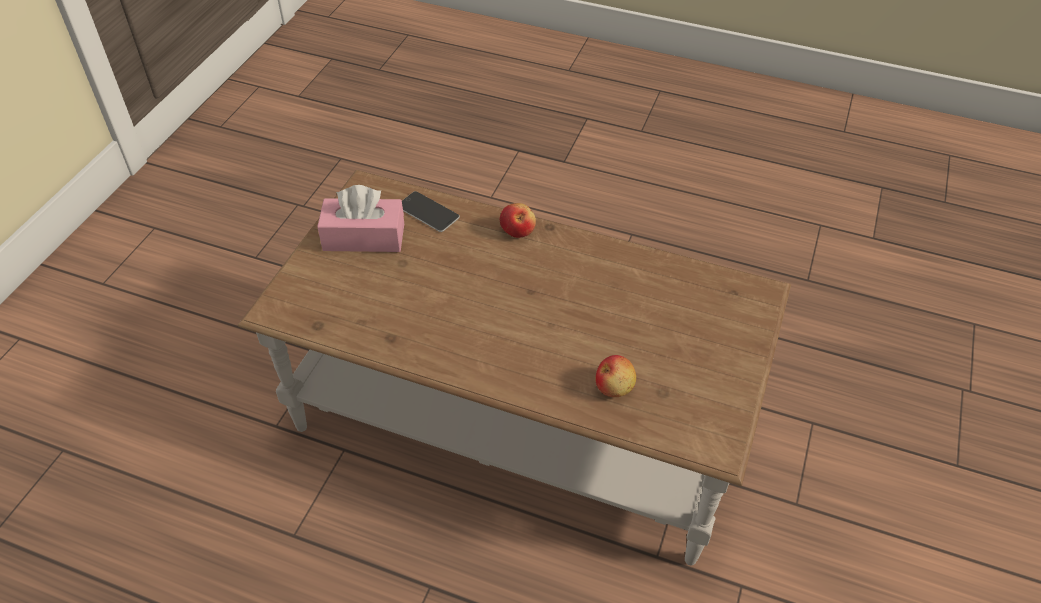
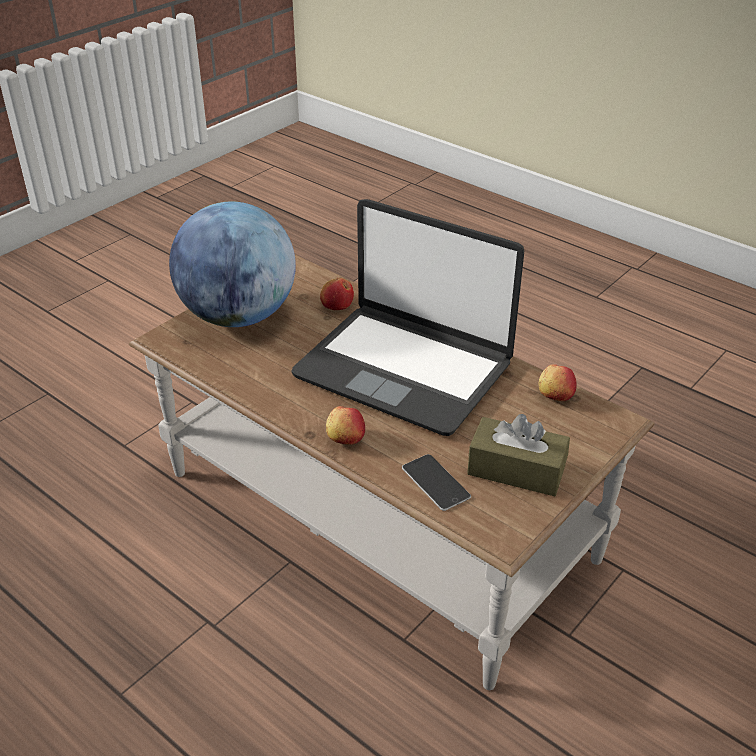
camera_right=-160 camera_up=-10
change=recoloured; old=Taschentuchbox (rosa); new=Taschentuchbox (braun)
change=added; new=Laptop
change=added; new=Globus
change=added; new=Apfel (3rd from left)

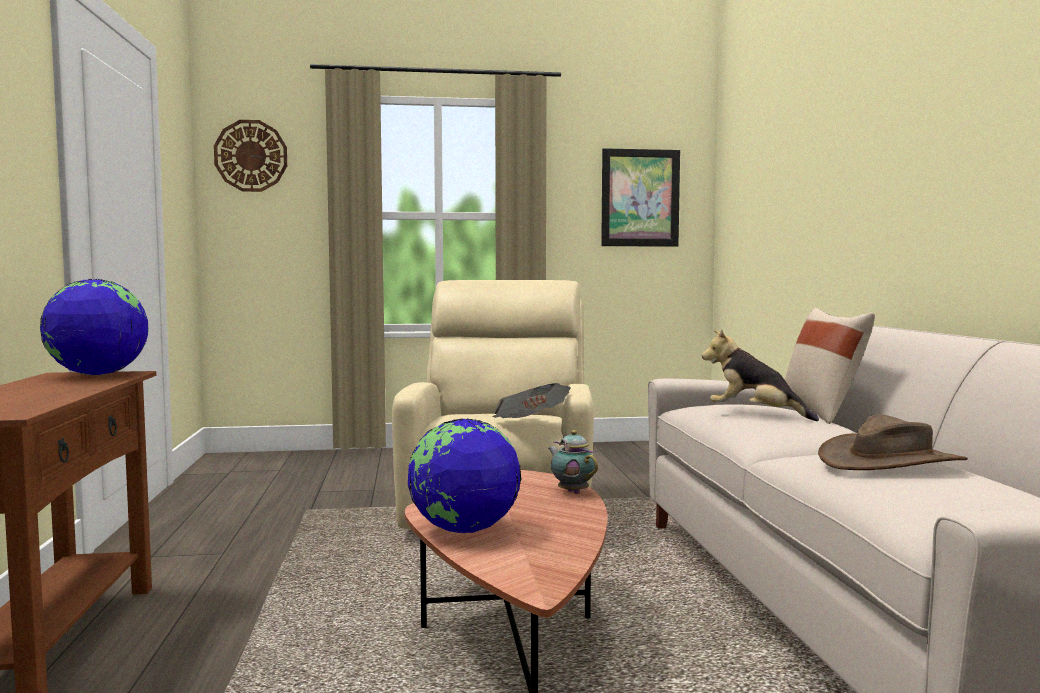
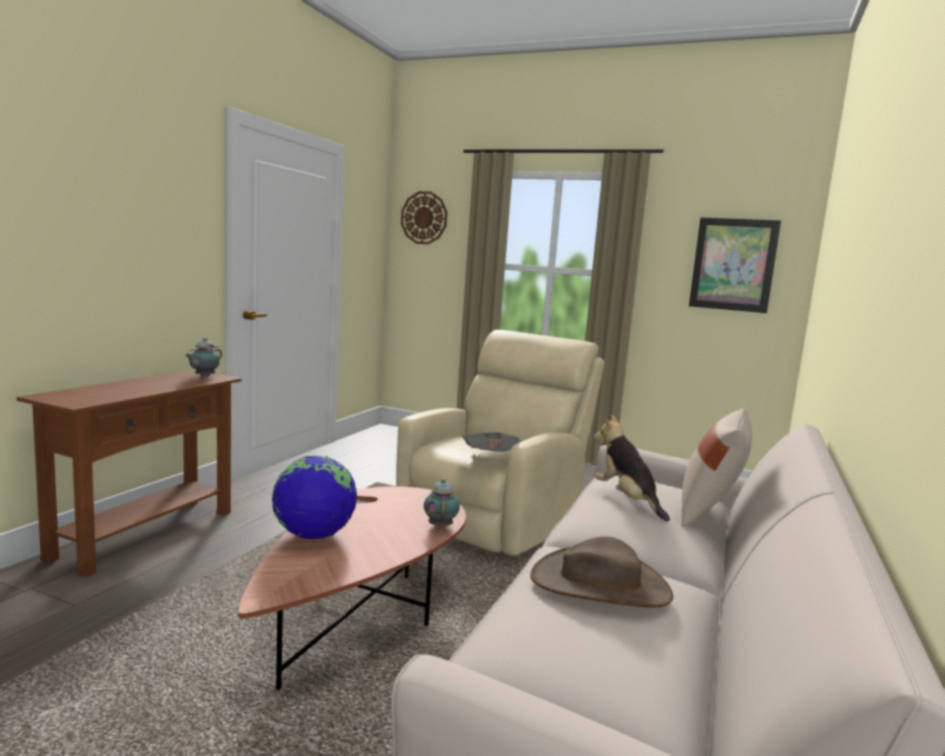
camera_right=30 camera_up=5
change=replaced; old=Globus (1st from left); new=Teekanne (1st from left)

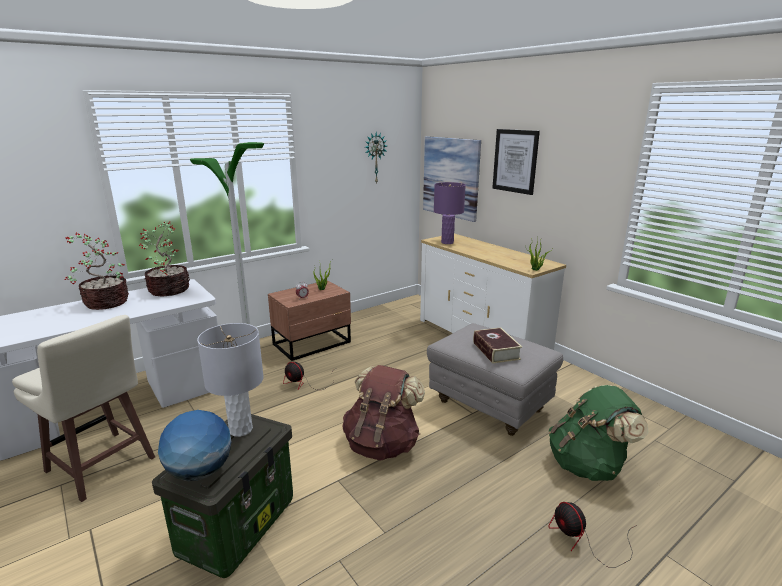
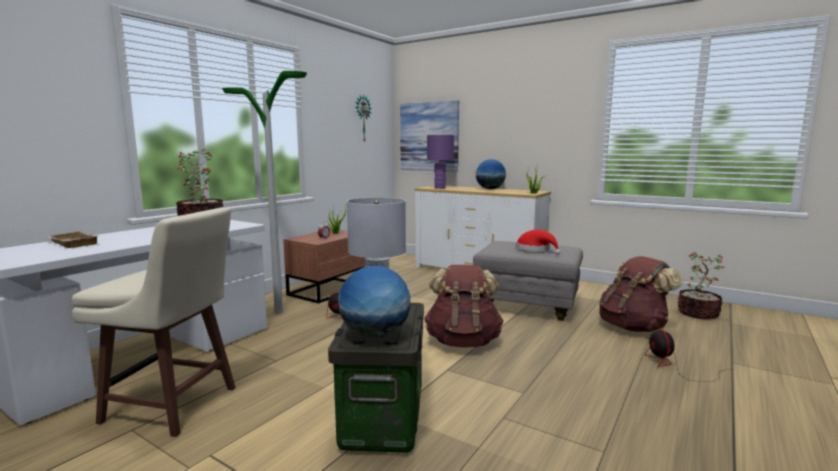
camera_right=-20 camera_up=-10
change=removed; old=Bild (2nd from left)
change=moved; old=Topfpflanze (1st from left in the first image); new=Topfpflanze (4th from left)
change=replaced; old=Buch; new=Hut (rot)
change=recoloured; old=Rucksack (grün); new=Rucksack (braun) (2nd from left)
change=turned; old=Ventilator (2nd from left); degrees=45
change=added; new=Globus (2nd from left)
change=added; new=Tablett (beige)

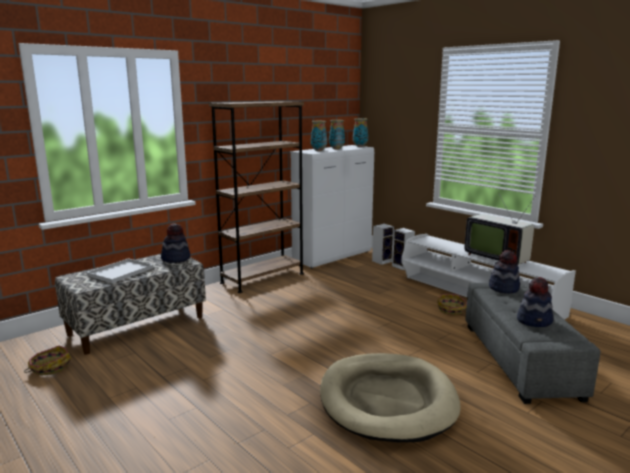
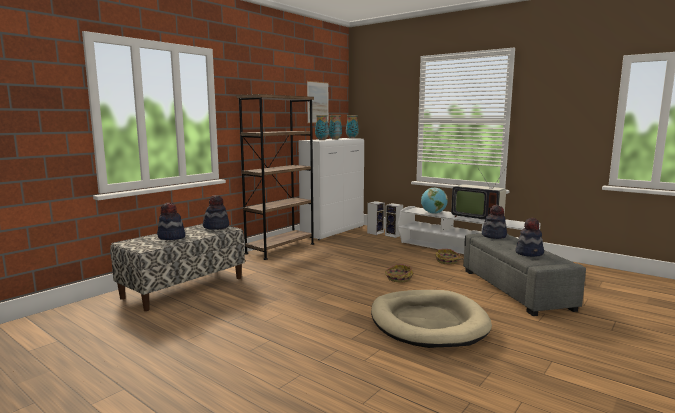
camera_right=-10 camera_up=-5
change=replaced; old=Tablett (weiß); new=Hut (1st from left)
change=moved; old=Korb (1st from left)
change=added; new=Bild
change=added; new=Globus

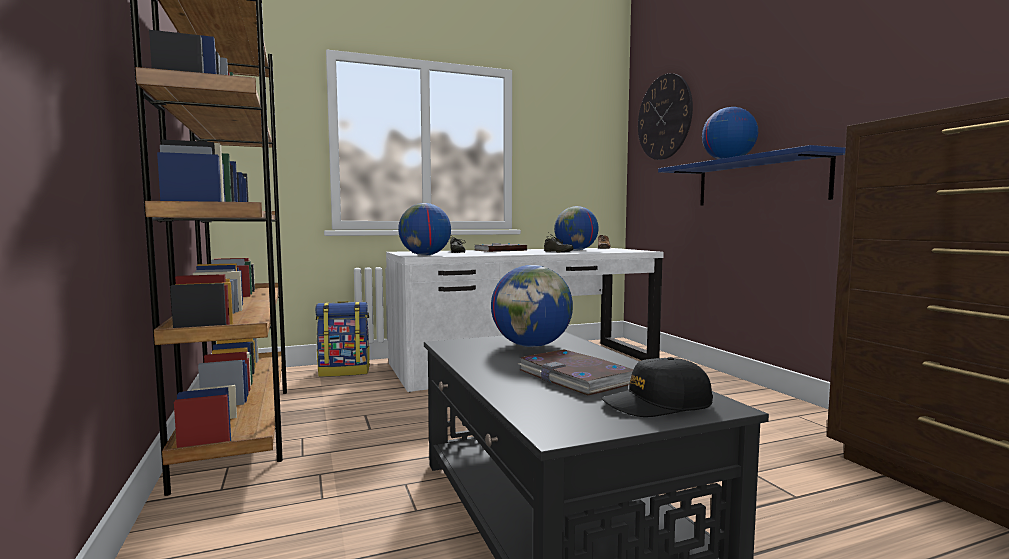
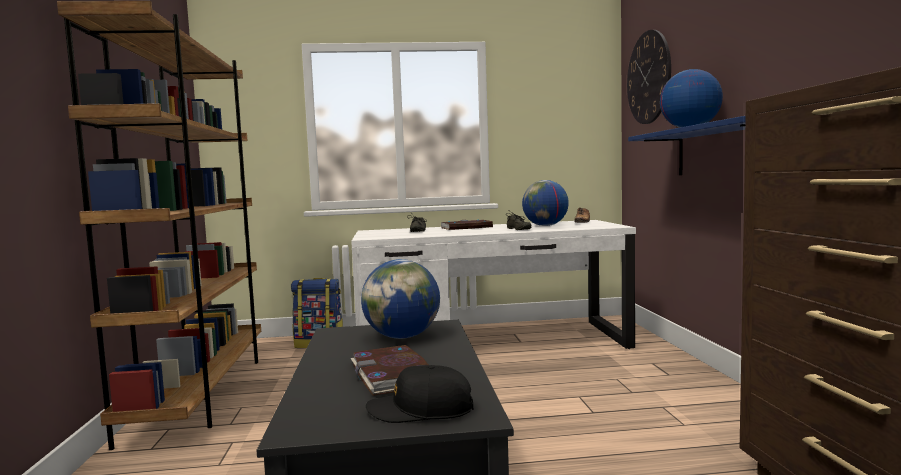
camera_right=15 camera_up=0
change=removed; old=Globus (1st from left)

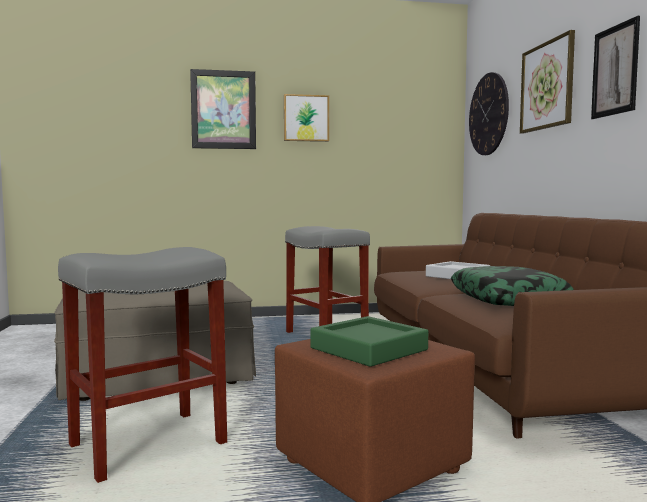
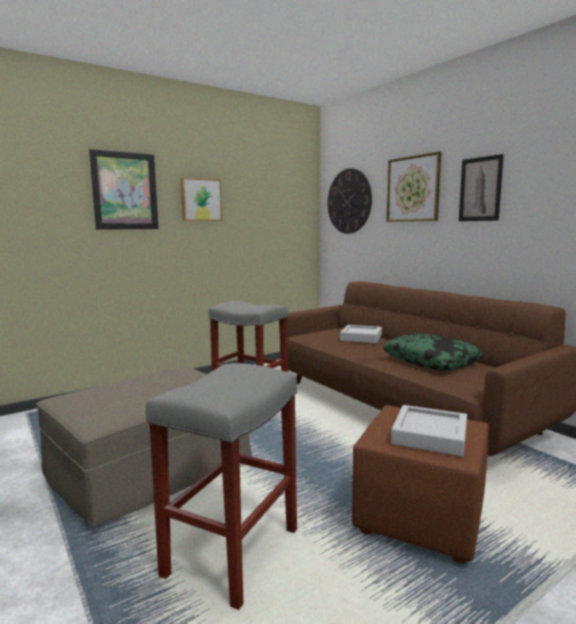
camera_right=-25 camera_up=5
change=recoloured; old=Tablett (grün); new=Tablett (grau) (2nd from left)

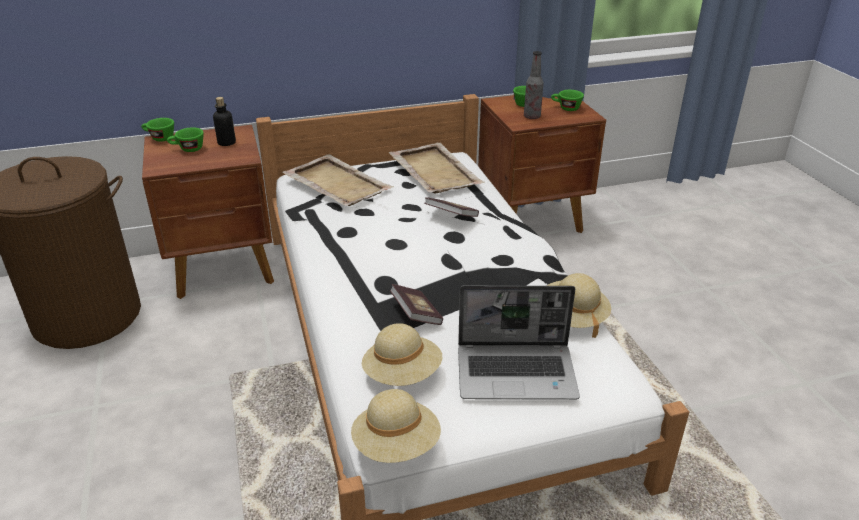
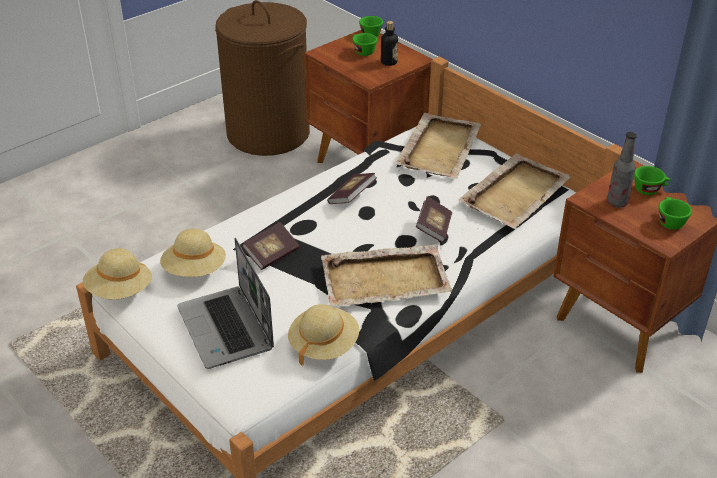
camera_right=65 camera_up=5
change=added; new=Buch (2nd from left)
change=added; new=Tablett (beige) (1st from left)

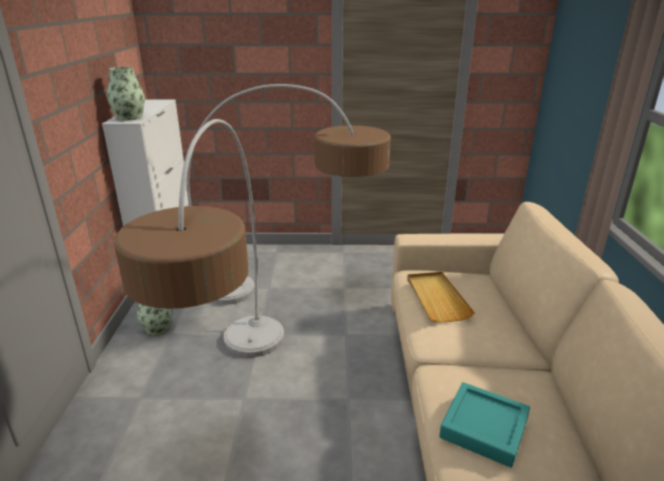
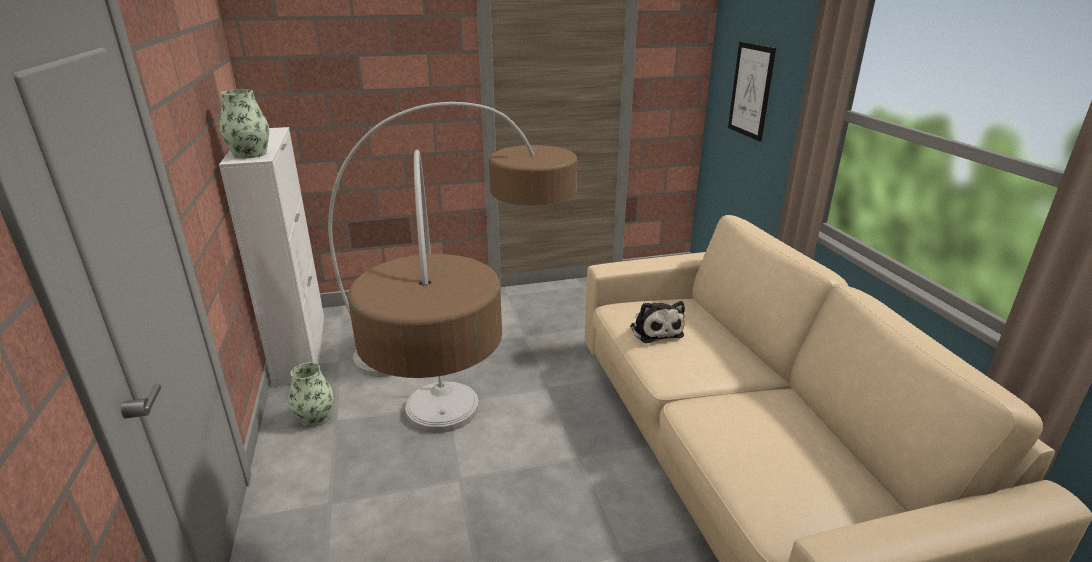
camera_right=-15 camera_up=0
change=replaced; old=Tablett (beige); new=Plüschtier
change=removed; old=Tablett (türkis)
change=added; new=Bild

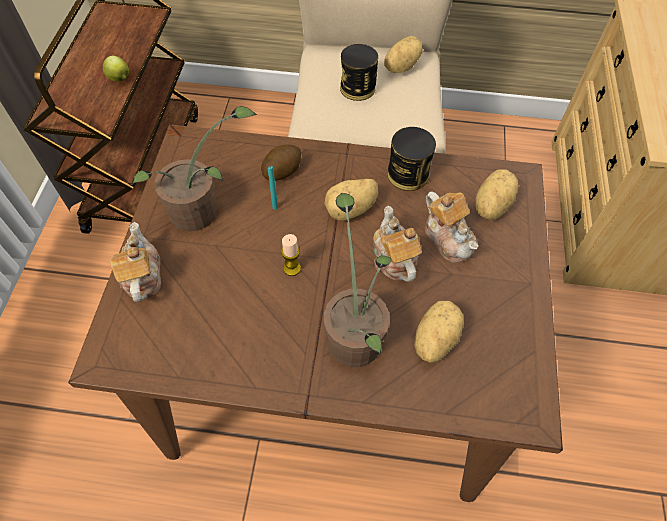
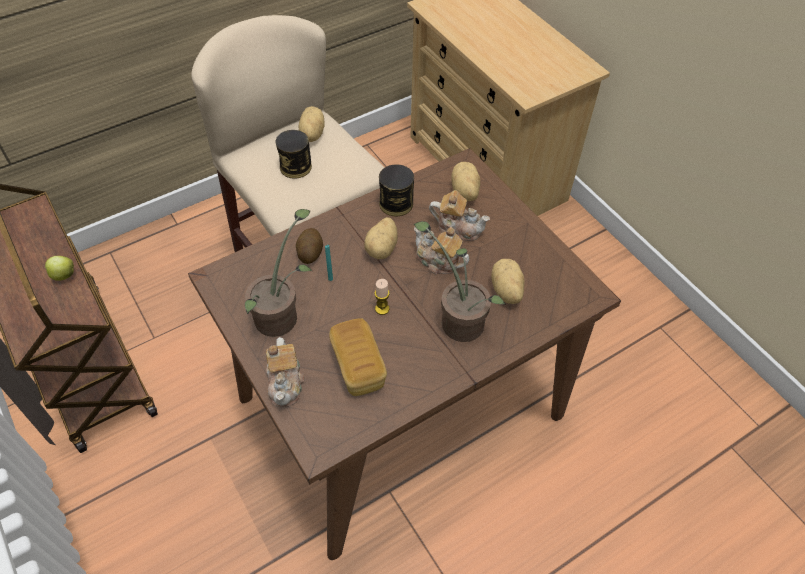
camera_right=-40 camera_up=-5
change=turned; old=Teekanne (1st from left); degrees=-135
change=added; new=Brot

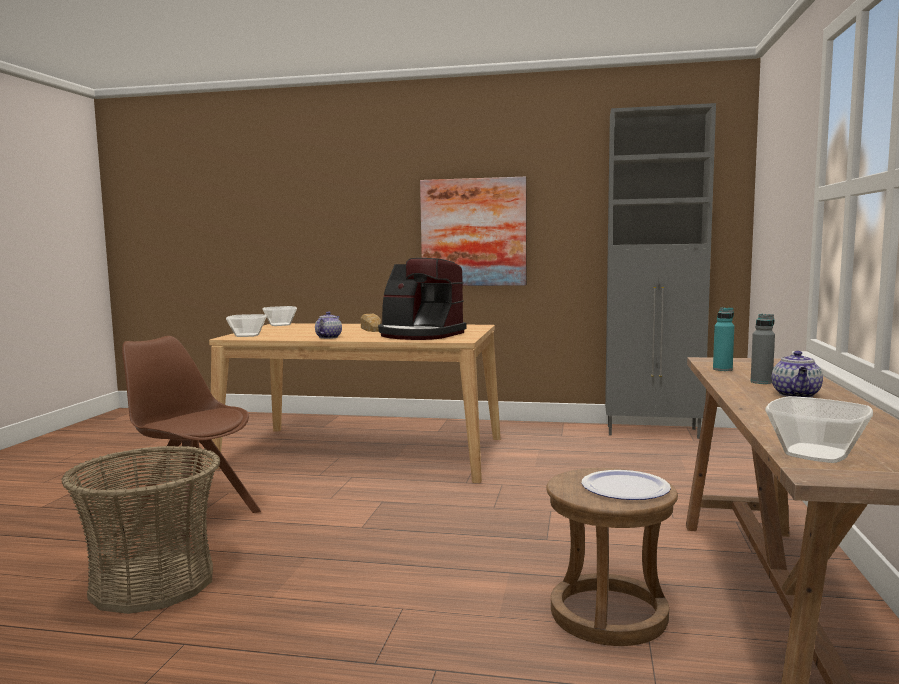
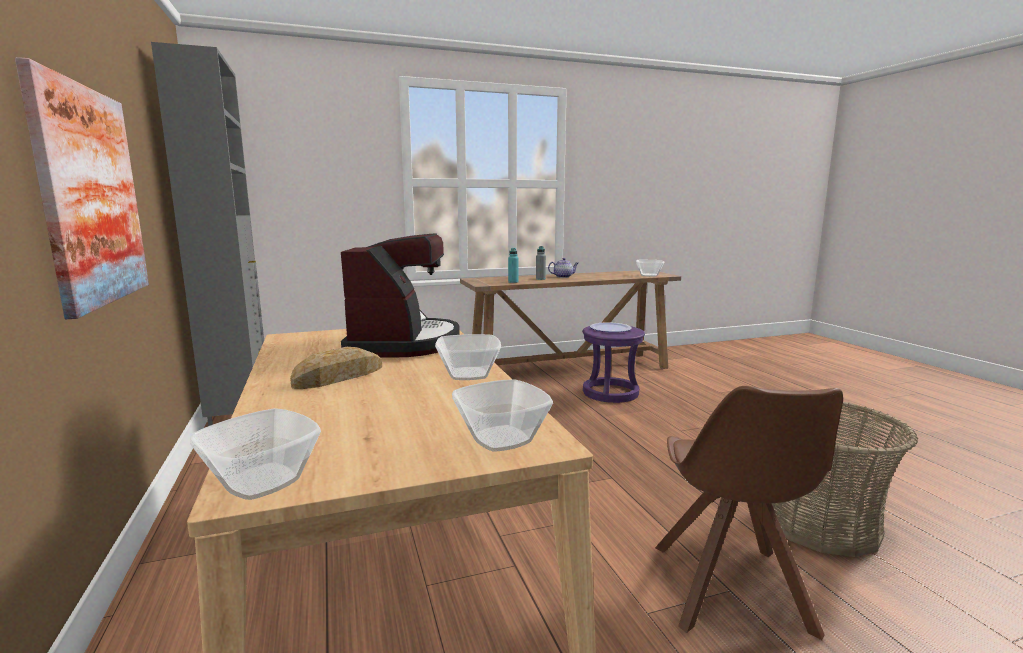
camera_right=-120 camera_up=5
change=replaced; old=Teekanne (1st from left); new=Schüssel (2nd from left)
change=recoloured; old=Hocker (braun); new=Hocker (lila)

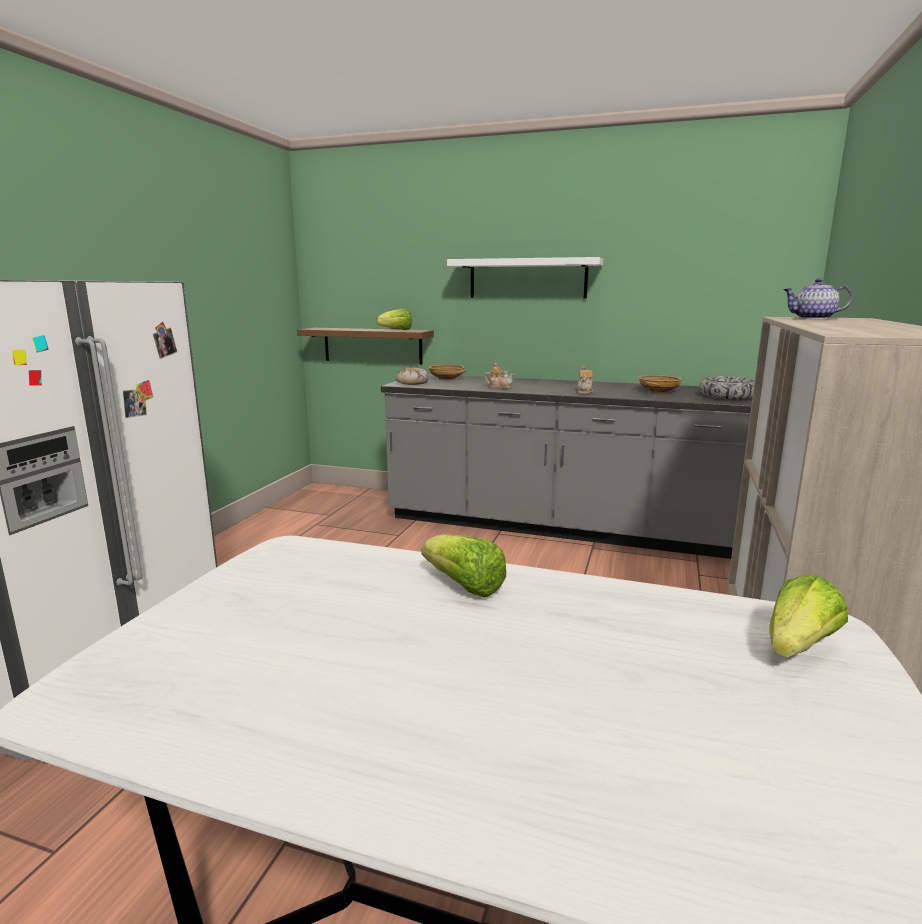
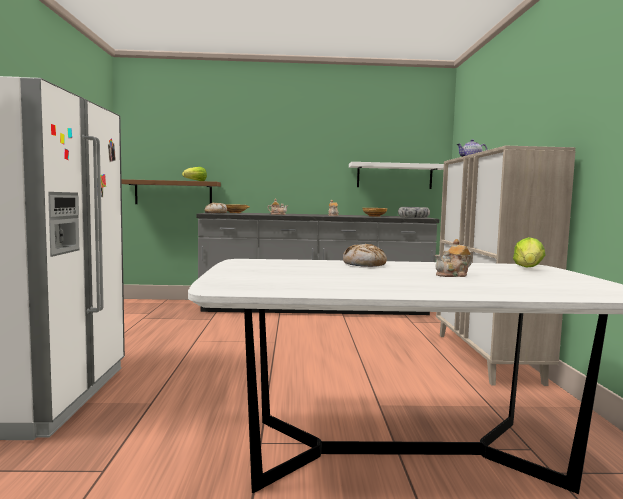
camera_right=-20 camera_up=-10
change=moved; old=Wandregal (weiß)
change=replaced; old=Salatkopf (2nd from left); new=Brot (2nd from left)
change=added; new=Teekanne (3rd from left)

